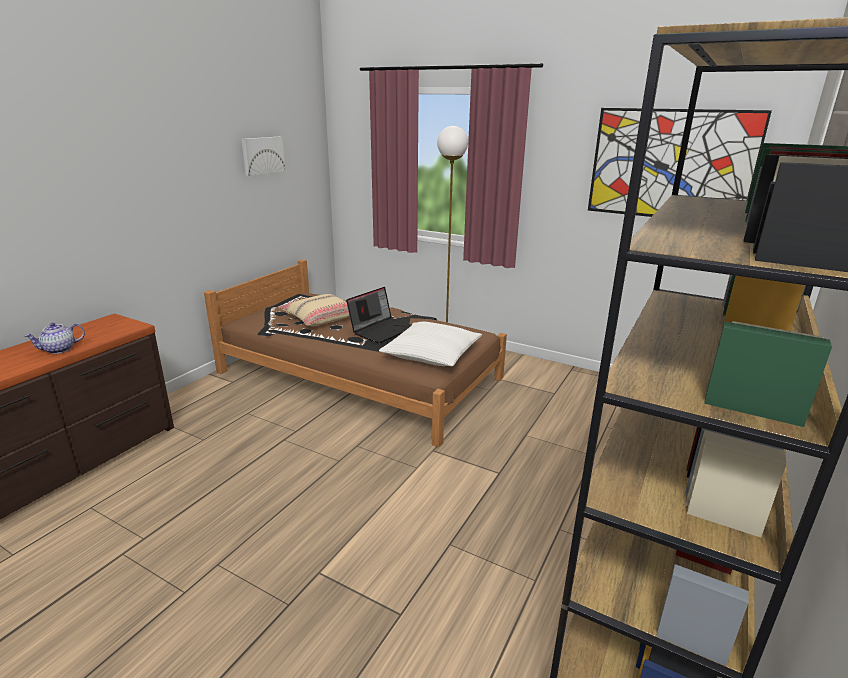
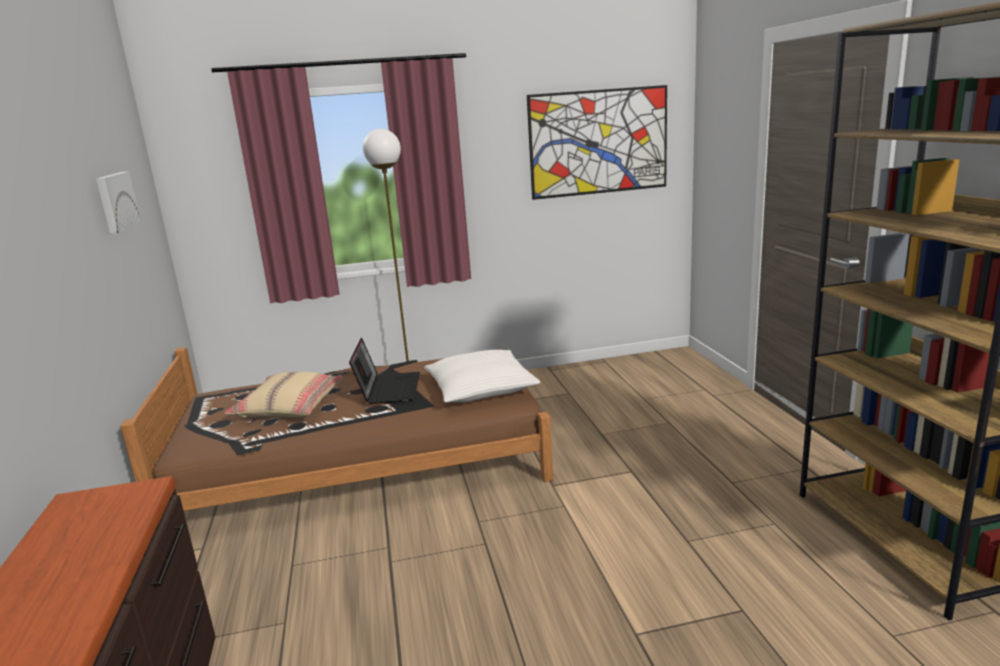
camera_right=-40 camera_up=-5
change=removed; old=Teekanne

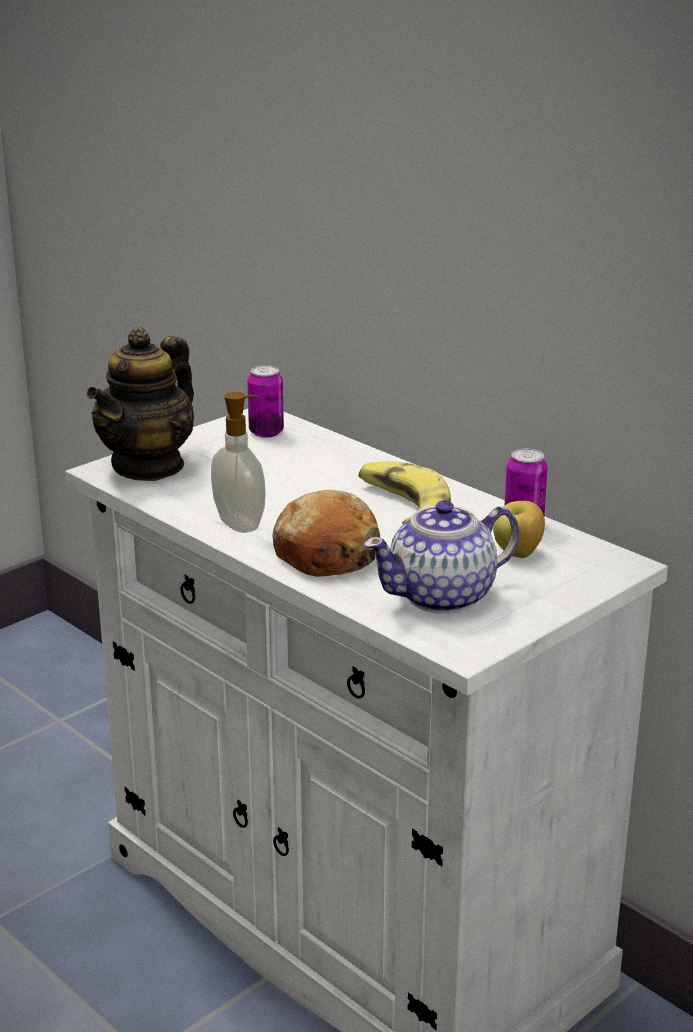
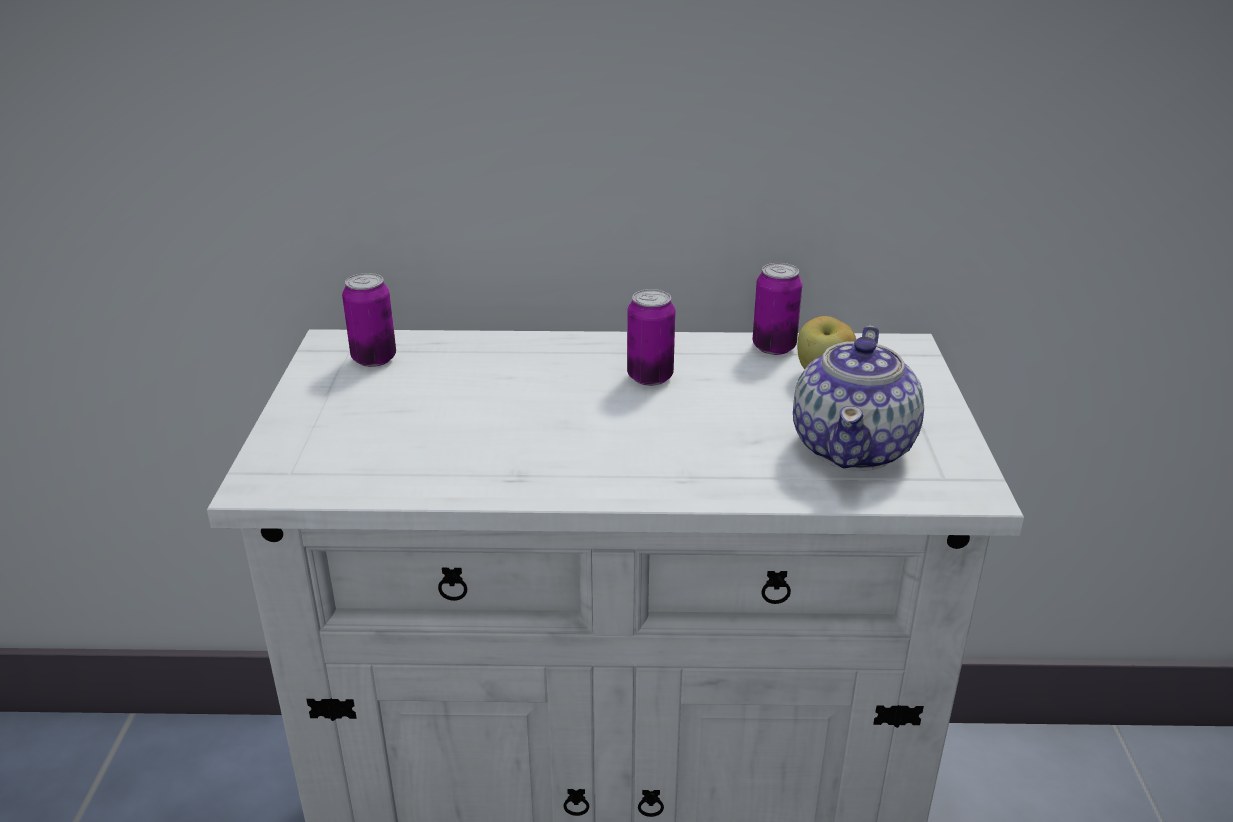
camera_right=-45 camera_up=5
change=removed; old=Teekanne (1st from left)
change=removed; old=Seifenspender
change=replaced; old=Banane; new=Dose (2nd from left)
change=removed; old=Brot

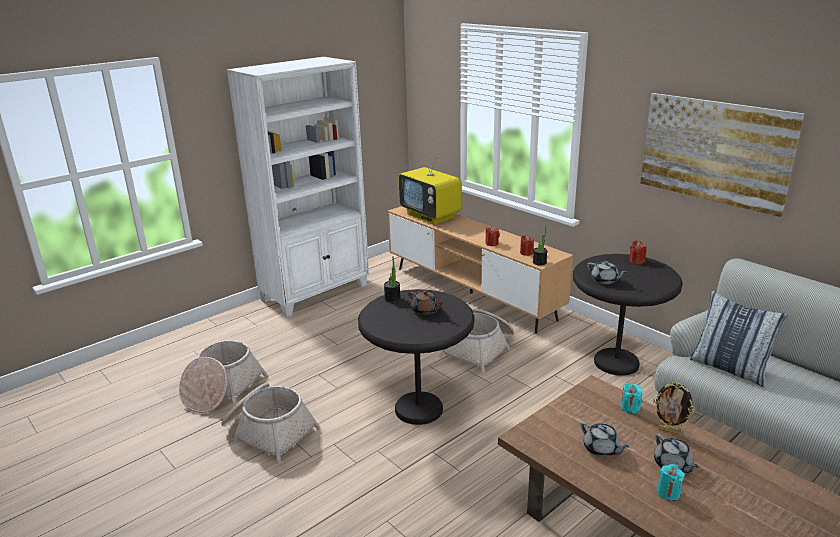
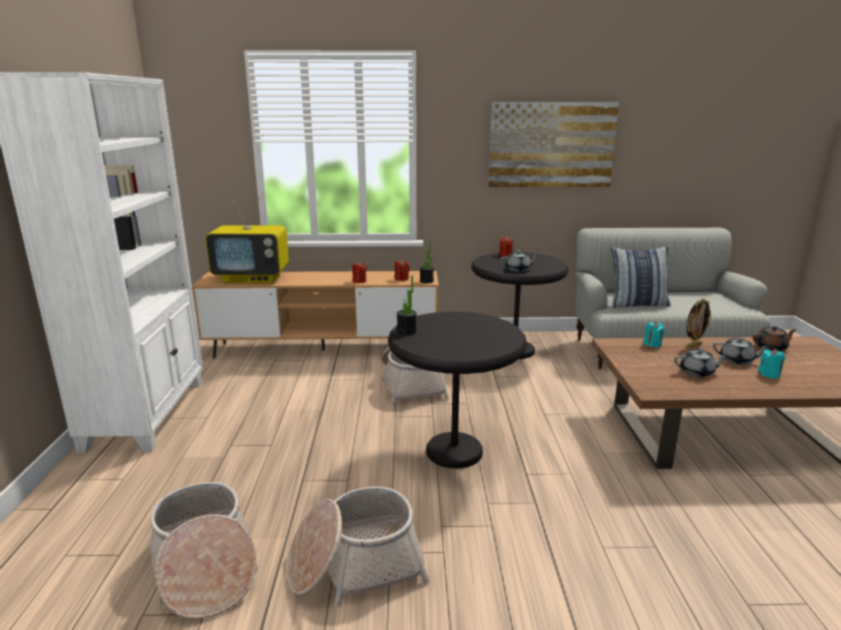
camera_right=-50 camera_up=-5
change=moved; old=Teekanne (braun)

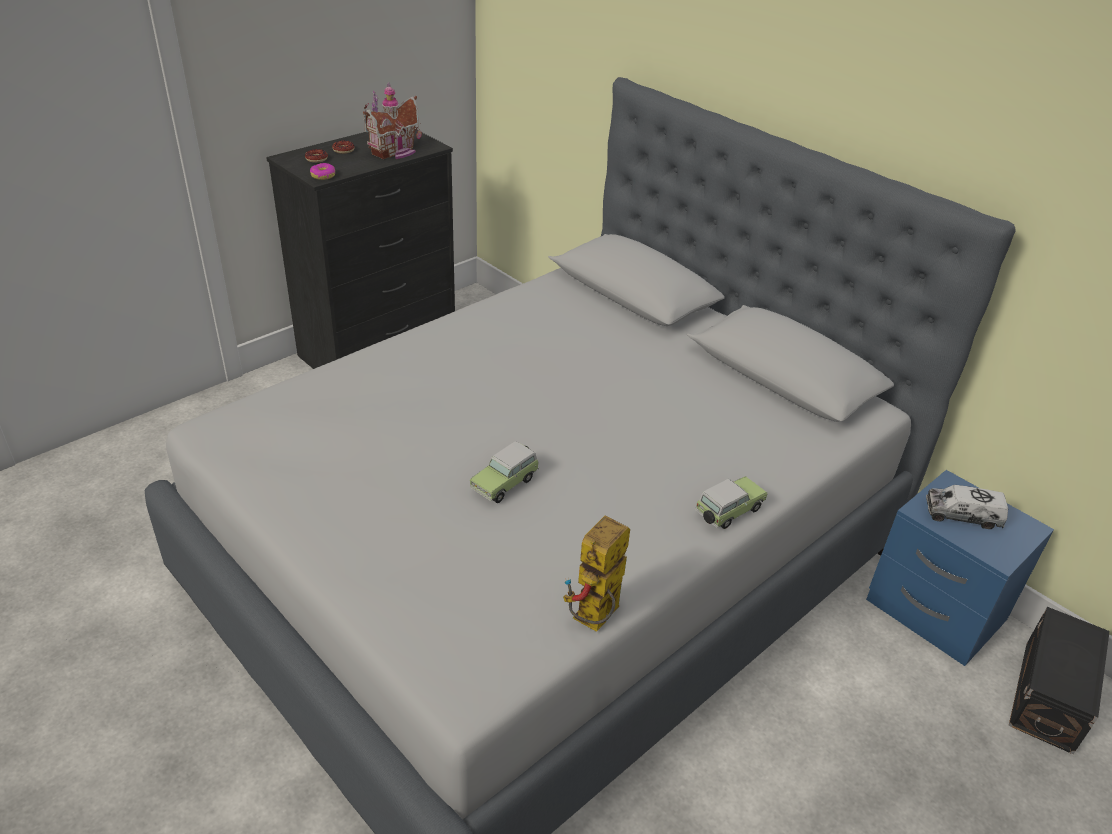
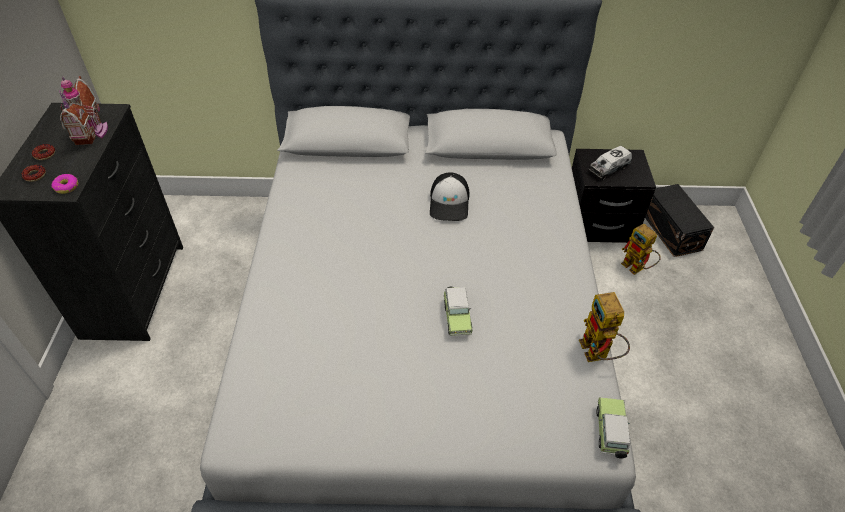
camera_right=-45 camera_up=10
change=recoloured; old=Nachttisch (blau); new=Nachttisch (schwarz)
change=moved; old=Spielzeugauto (2nd from left)
change=added; new=Kappe
change=added; new=Spielzeugroboter (2nd from left)

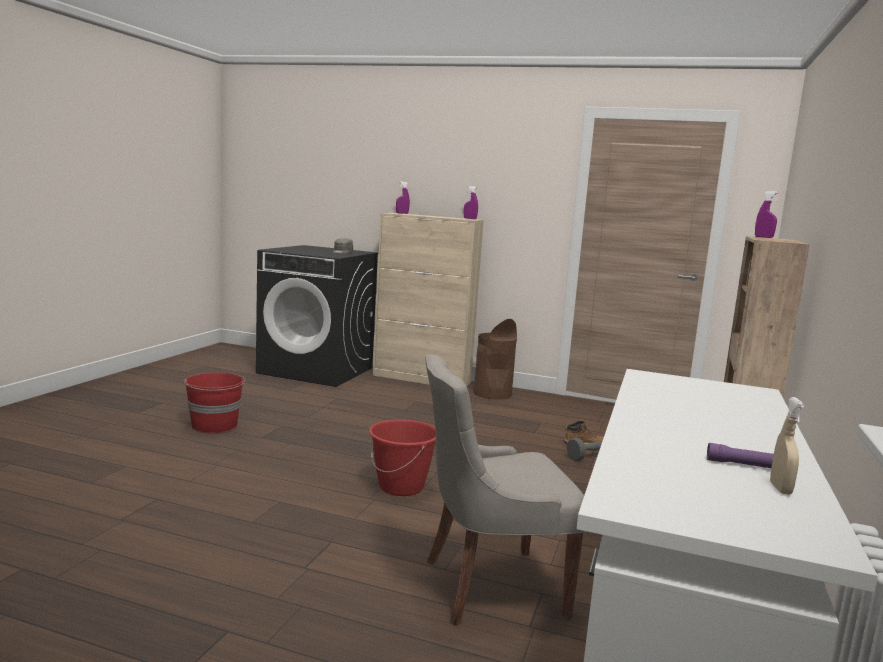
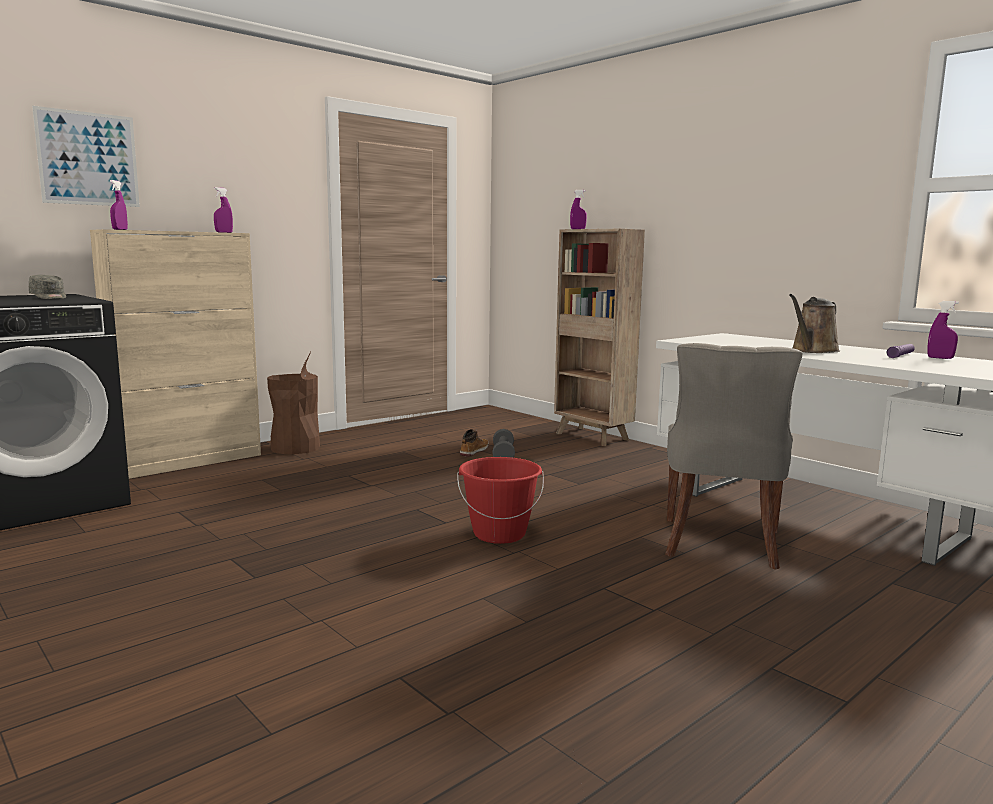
camera_right=-60 camera_up=0
change=removed; old=Eimer (rot) (1st from left)
change=recoloured; old=Sprühflasche (beige); new=Sprühflasche (lila) (4th from left)
change=added; new=Bild
change=added; new=Gießkanne (braun)

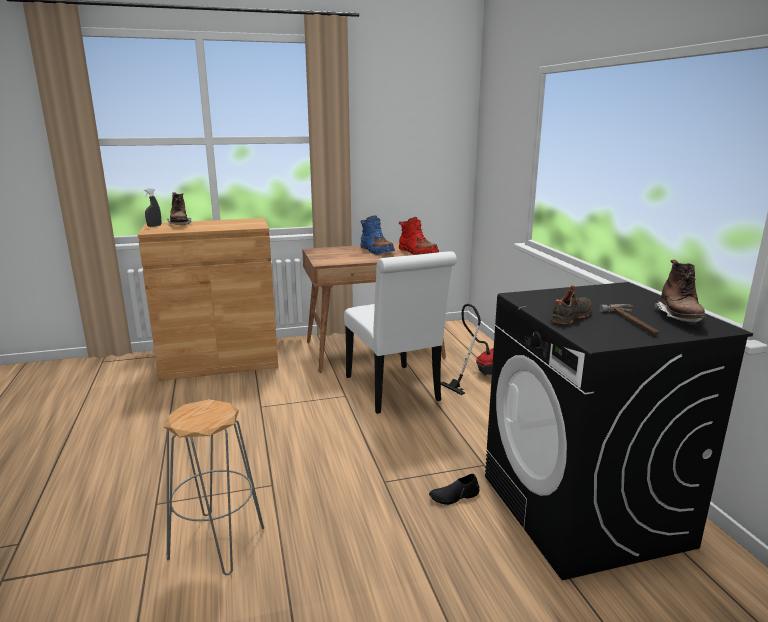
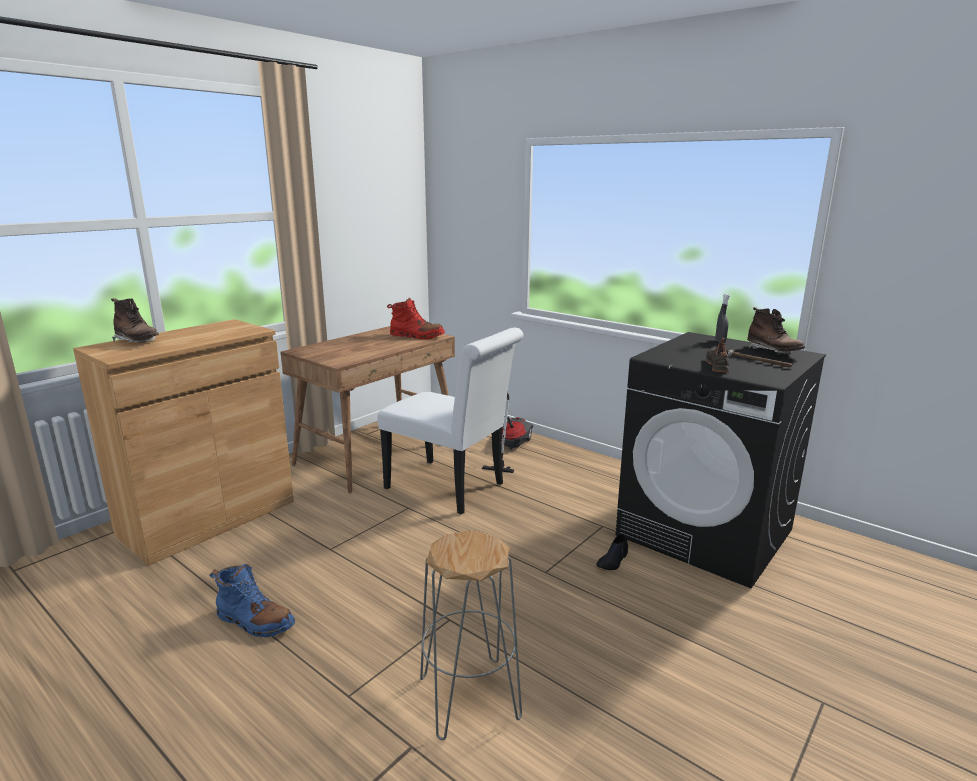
camera_right=-35 camera_up=0
change=moved; old=Sprühflasche (grau)
change=moved; old=Stiefel (blau)

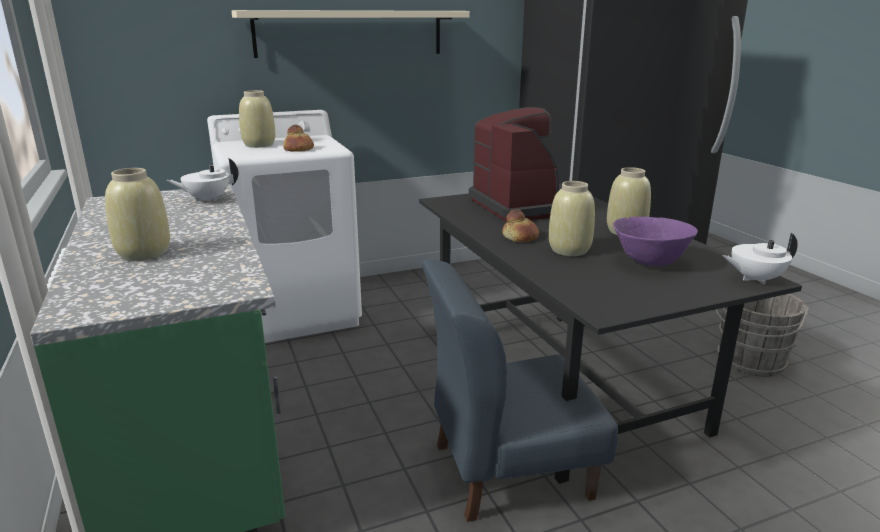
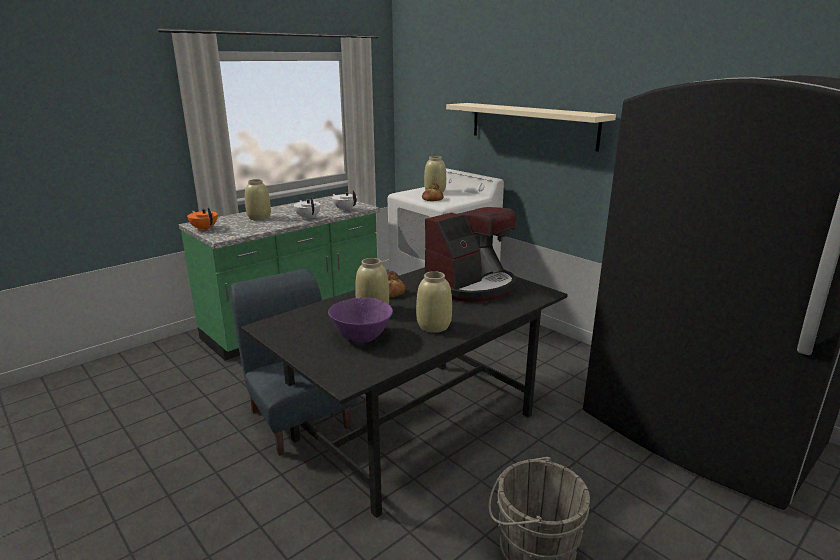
camera_right=70 camera_up=0
change=moved; old=Teekanne (weiß) (2nd from left in the first image); new=Teekanne (weiß) (1st from left)
change=added; new=Teekanne (orange)

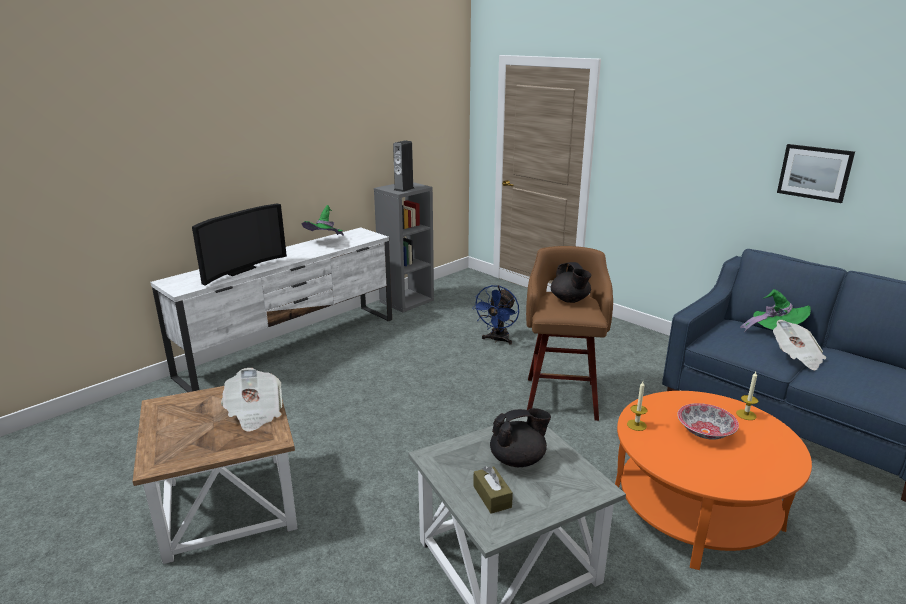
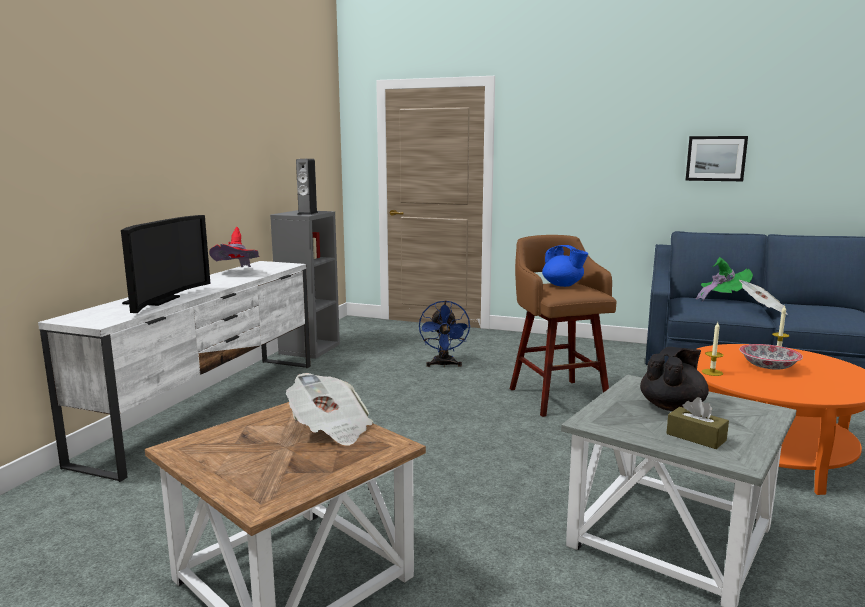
camera_right=-25 camera_up=-10
change=recoloured; old=Hut (grün) (1st from left); new=Hut (rot)
change=recoloured; old=Teekanne (schwarz) (2nd from left); new=Teekanne (blau)

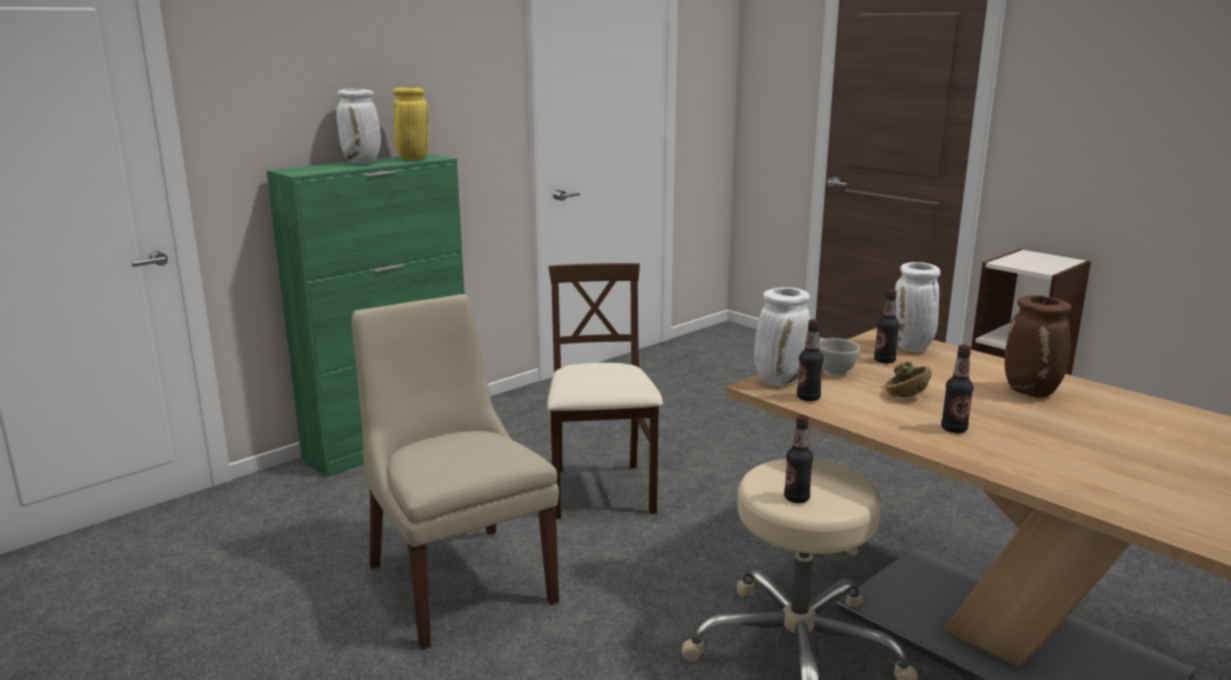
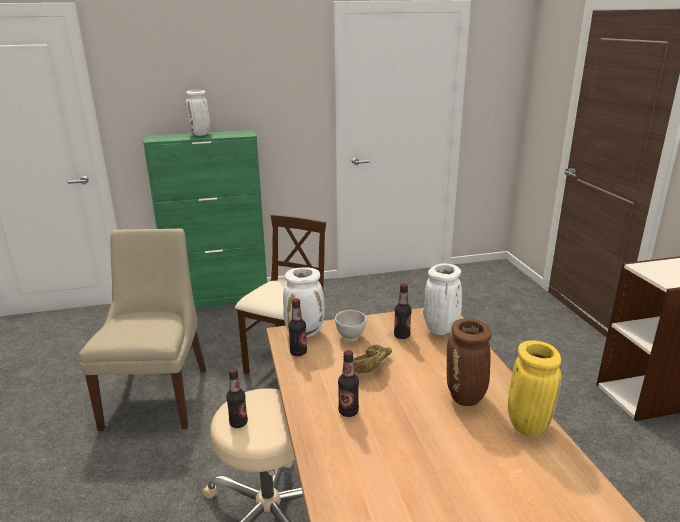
camera_right=30 camera_up=5
change=moved; old=Vase (gelb)

